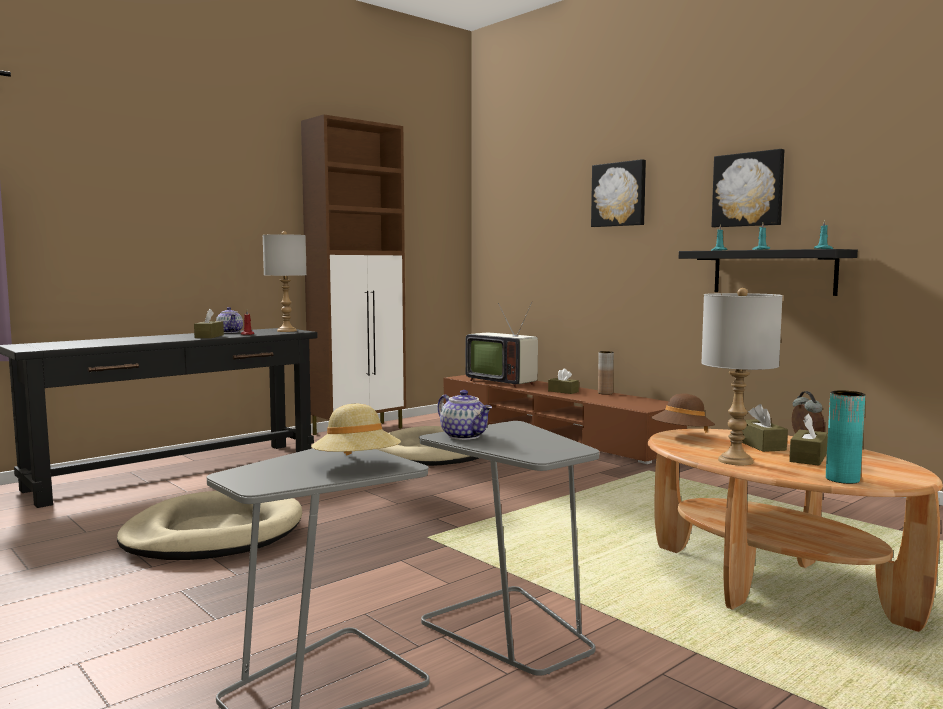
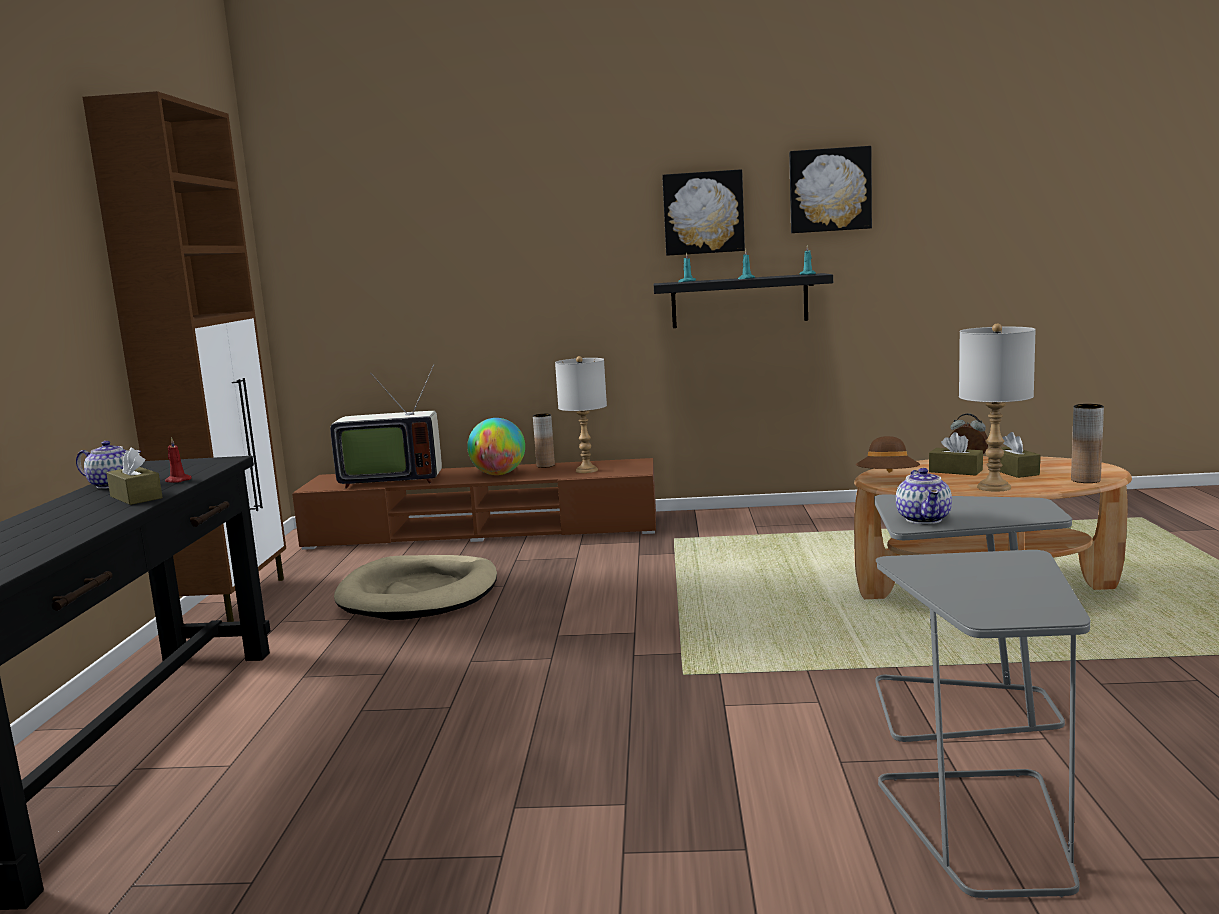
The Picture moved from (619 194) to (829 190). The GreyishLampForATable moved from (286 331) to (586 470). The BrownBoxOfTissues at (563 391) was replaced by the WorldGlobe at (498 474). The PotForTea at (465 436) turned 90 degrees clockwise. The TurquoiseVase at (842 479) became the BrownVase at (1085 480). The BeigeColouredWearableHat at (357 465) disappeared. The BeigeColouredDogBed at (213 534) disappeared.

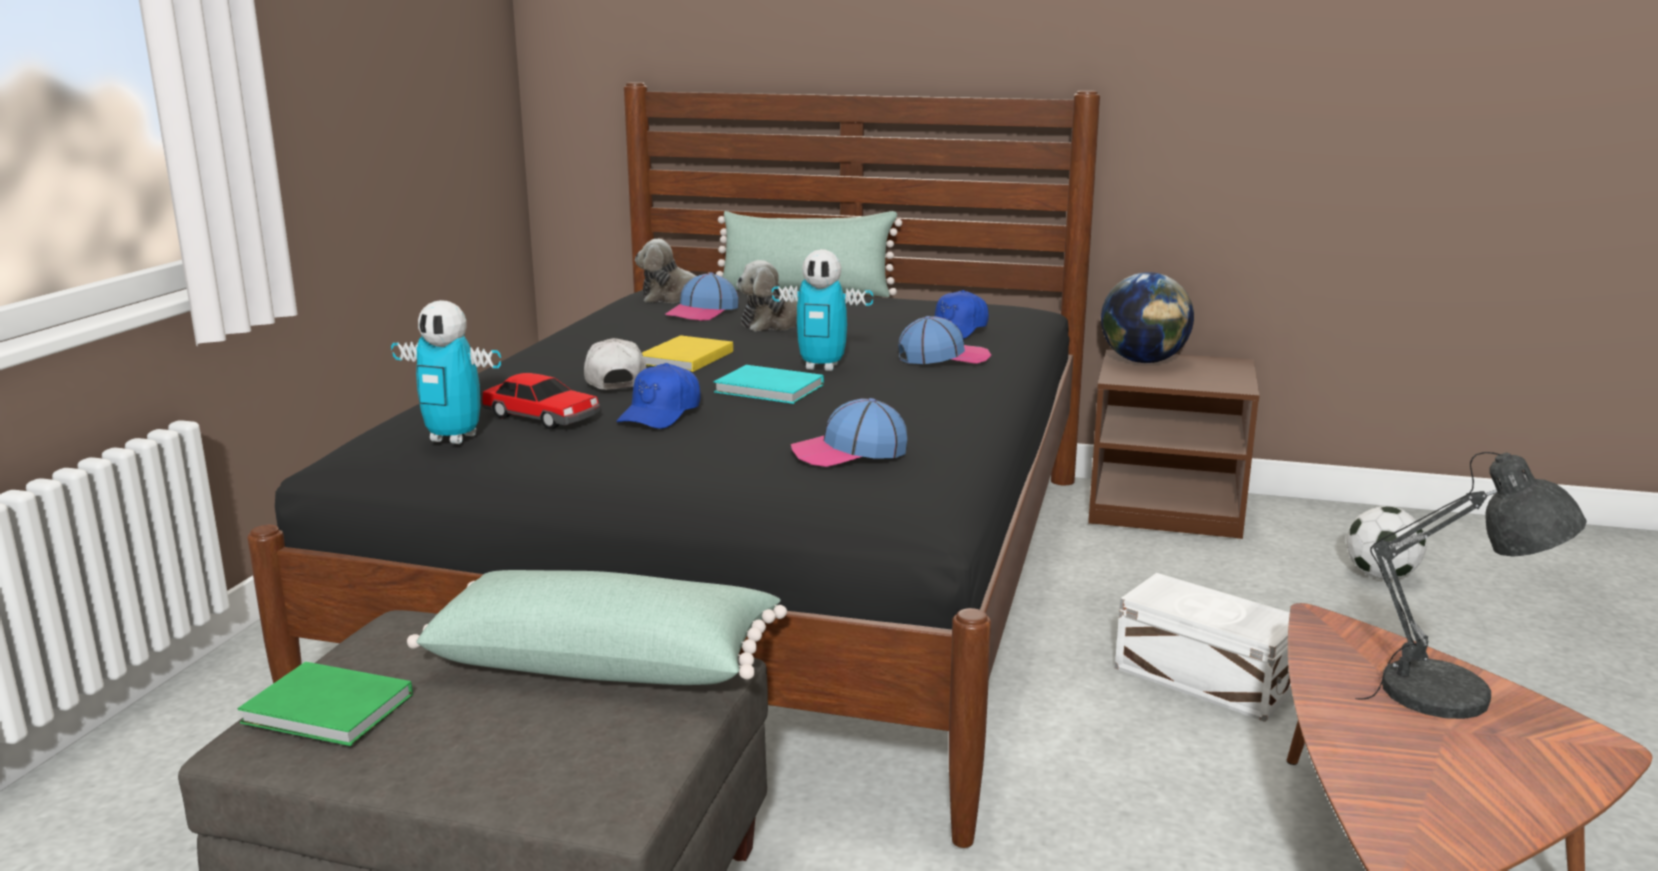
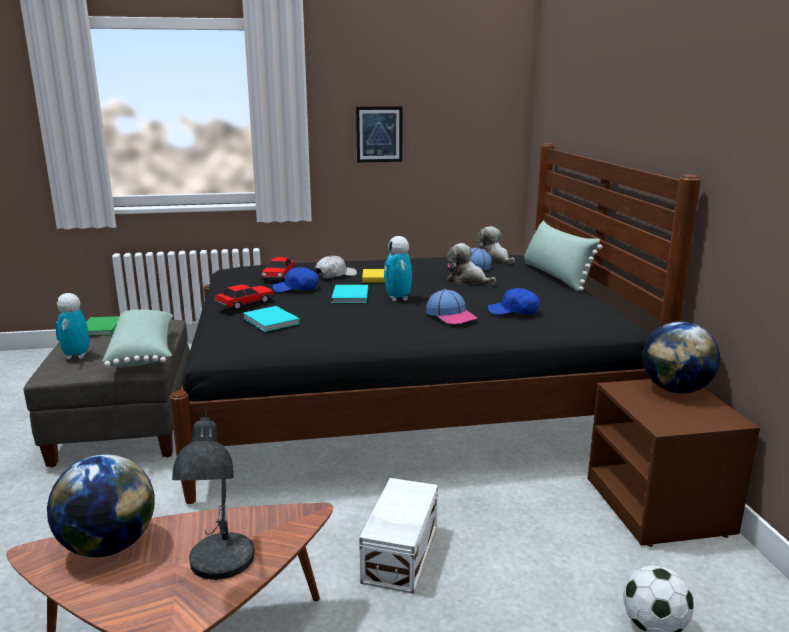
The ToyRobot moved from (454 438) to (76 356). The BaseballCap at (849 452) was replaced by the TurquoiseBoundBook at (271 322). The Picture at (379 134) appeared. The MiniatureCar at (245 304) appeared. The WorldGlobe at (108 546) appeared.

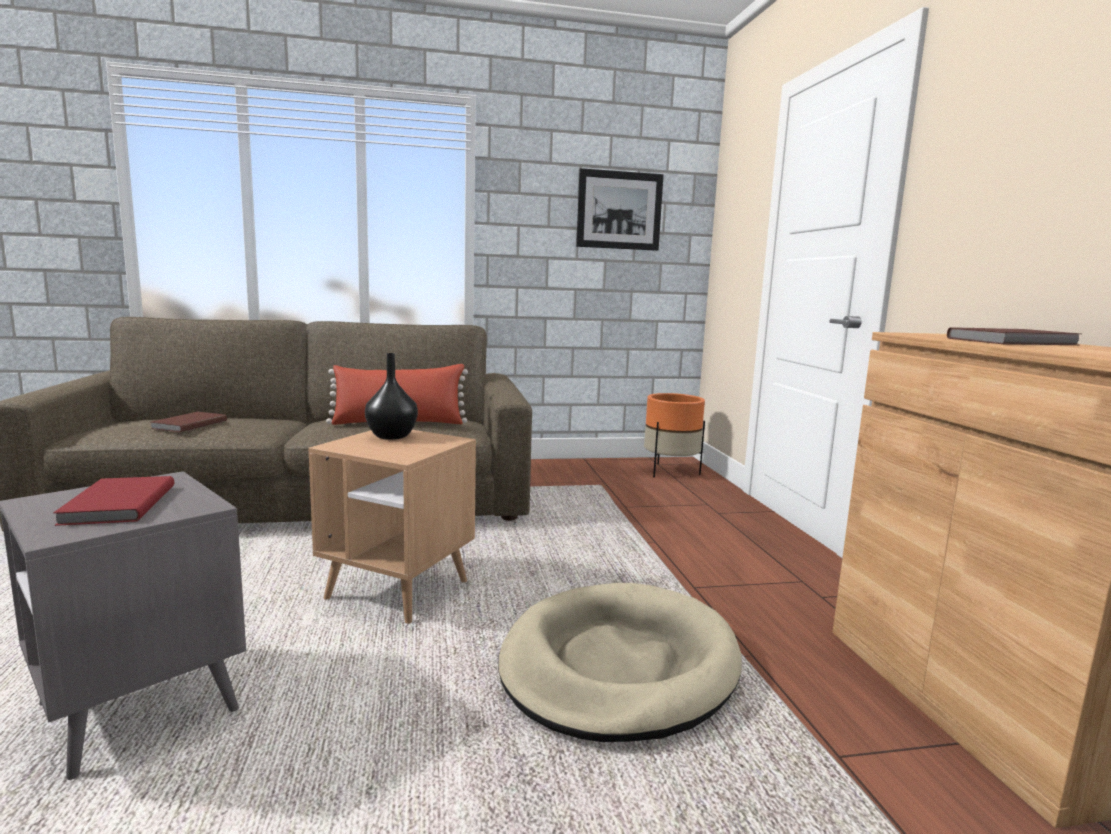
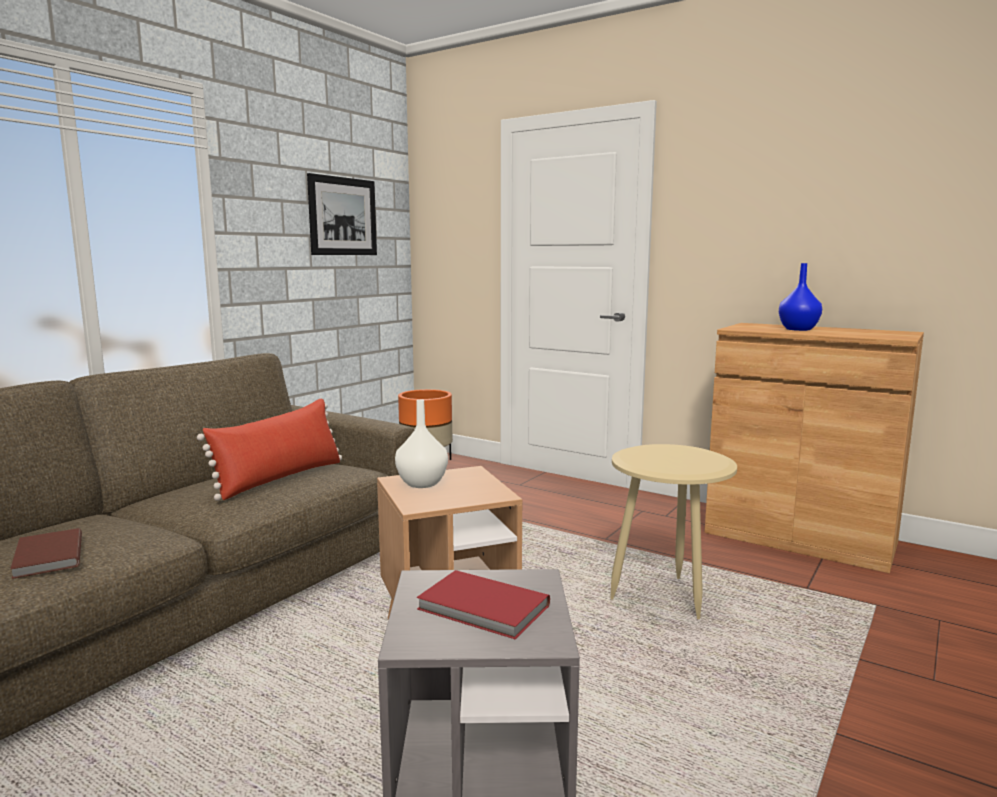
The BrownBoundBook at (1014 342) was replaced by the BluishVase at (799 329). The BlackishVase at (391 436) became the WhiteVase at (421 483). The BeigeColouredDogBed at (618 666) was replaced by the BeigeColouredAccentTable at (666 601).

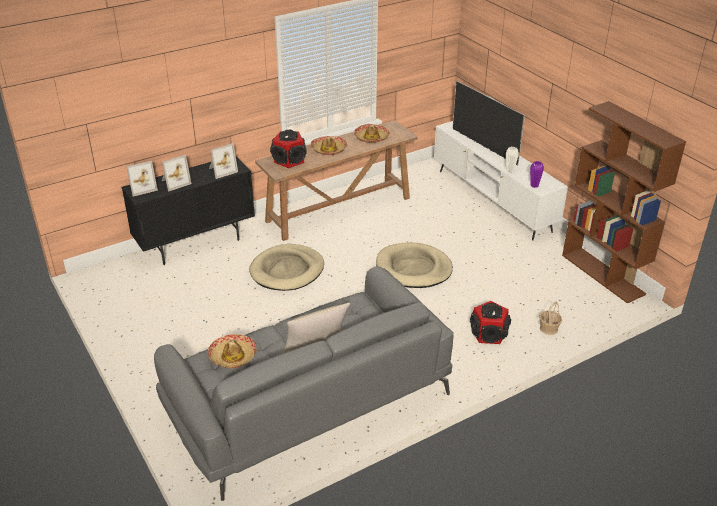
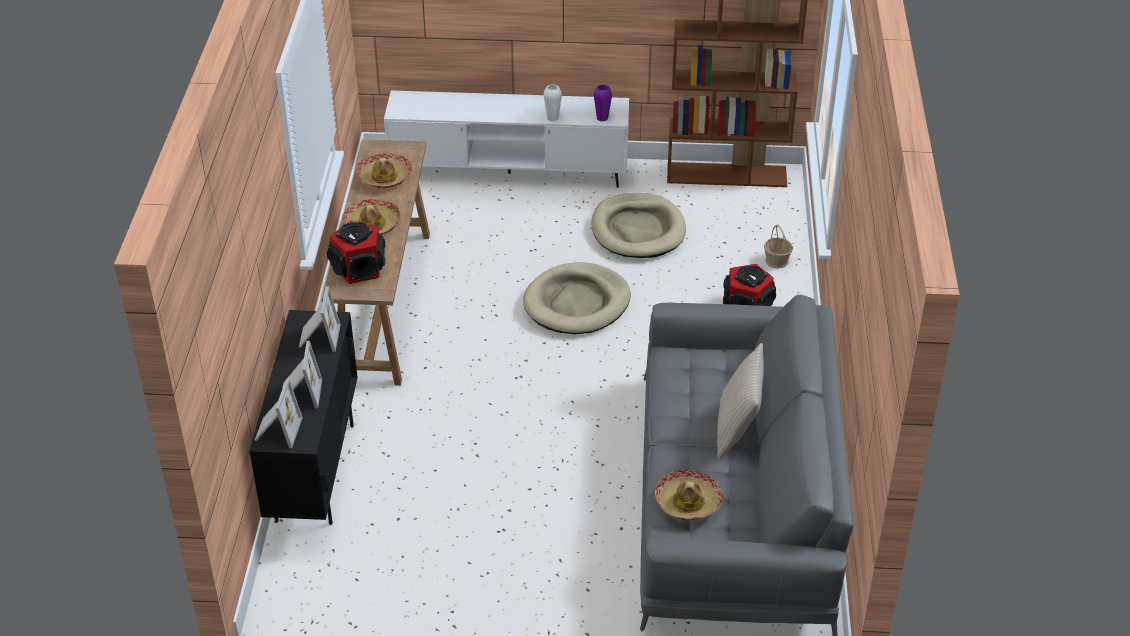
The TvSet at (484 146) disappeared. The BeigeColouredDogBed moved from (287 270) to (638 230).

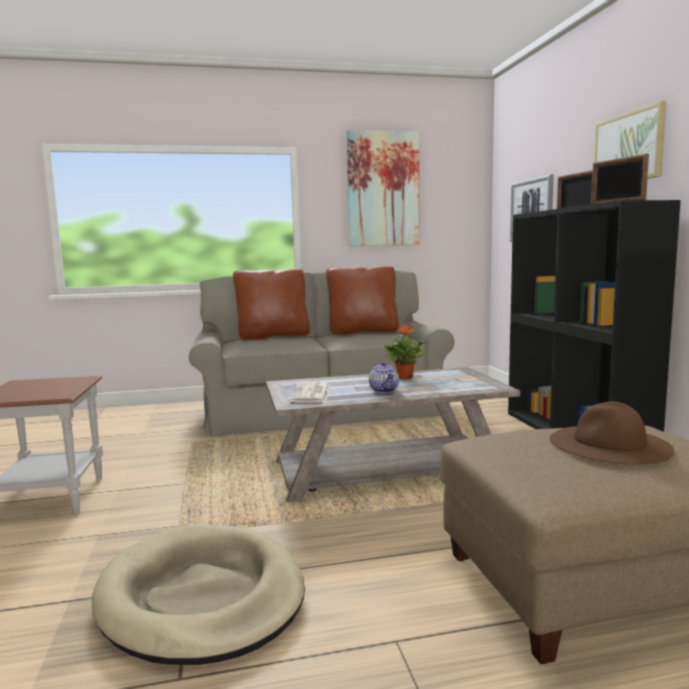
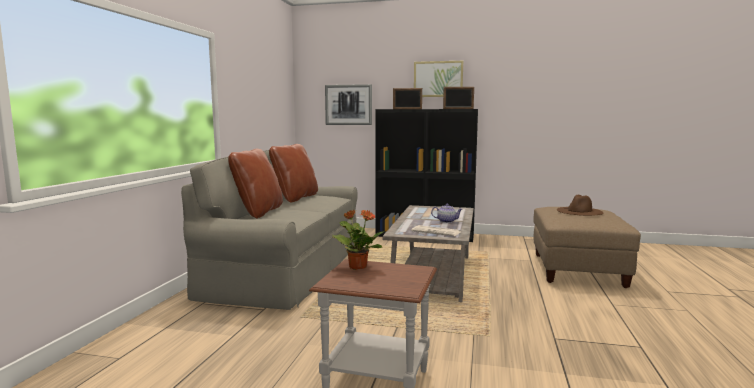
The Picture at (383 189) disappeared. The PlantInAPot moved from (405 377) to (357 266). The BeigeColouredDogBed at (202 598) disappeared.

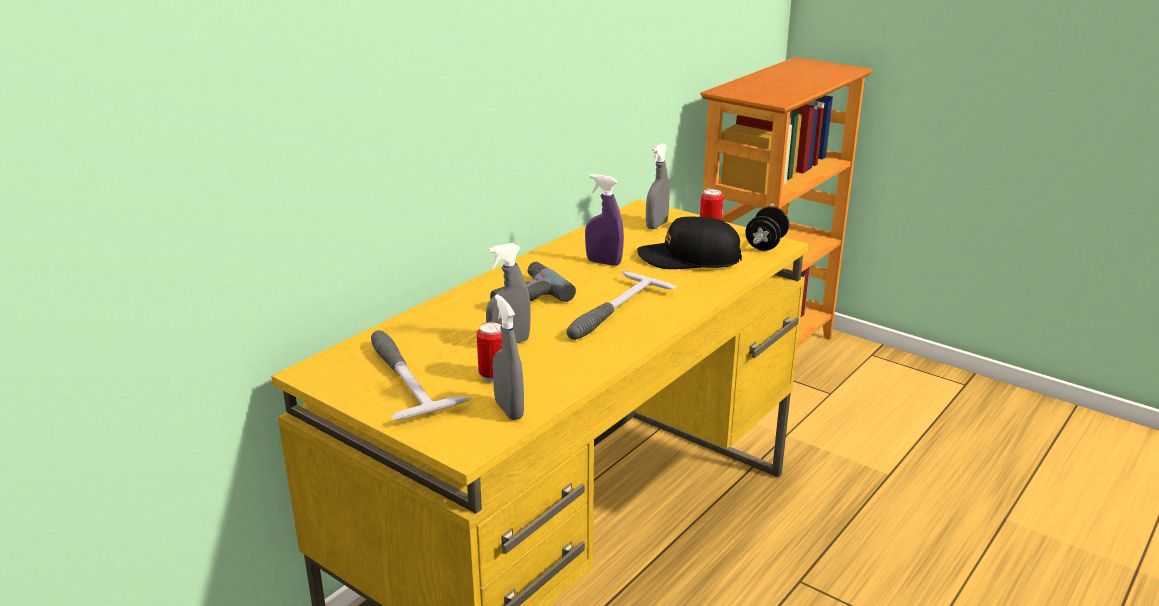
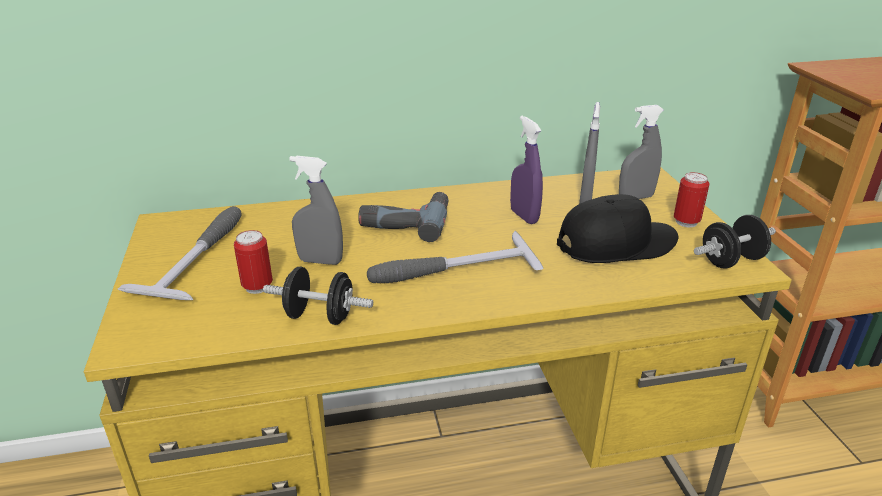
The BlackishBaseballCap at (689 258) turned 120 degrees clockwise. The GreyishHandSprayer moved from (509 410) to (585 199). The BlackishFreeWeight at (320 316) appeared.

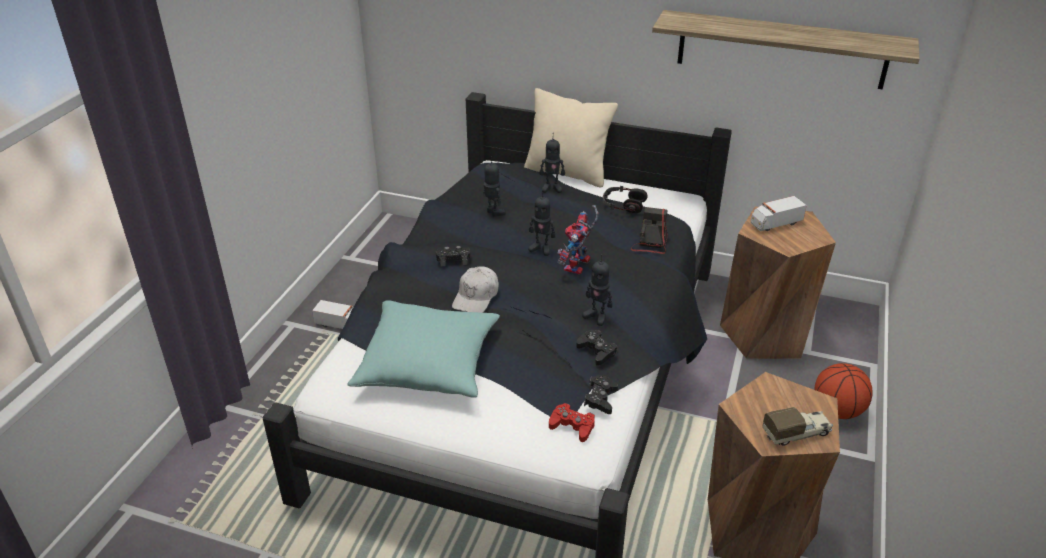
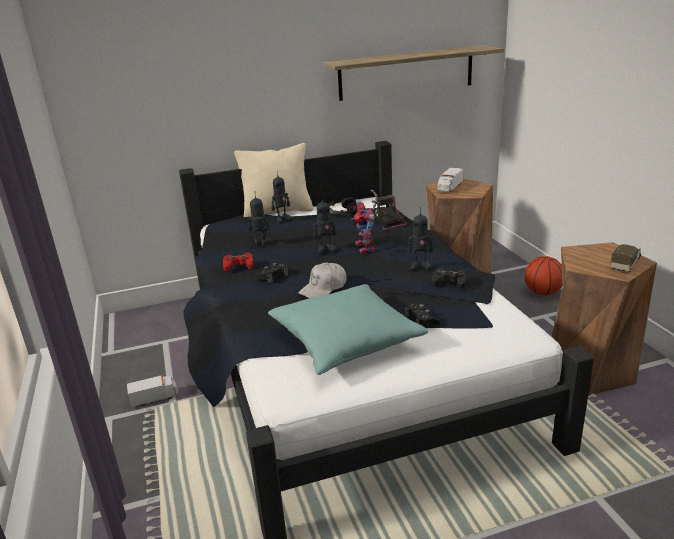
The WhiteBaseballCap at (476 297) turned 60 degrees clockwise. The BlackishGameController moved from (600 399) to (422 320). The ReddishGameController moved from (572 426) to (238 265).

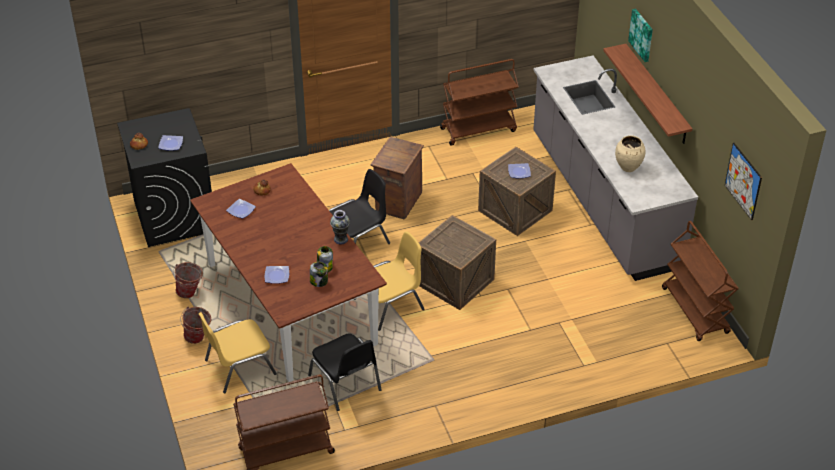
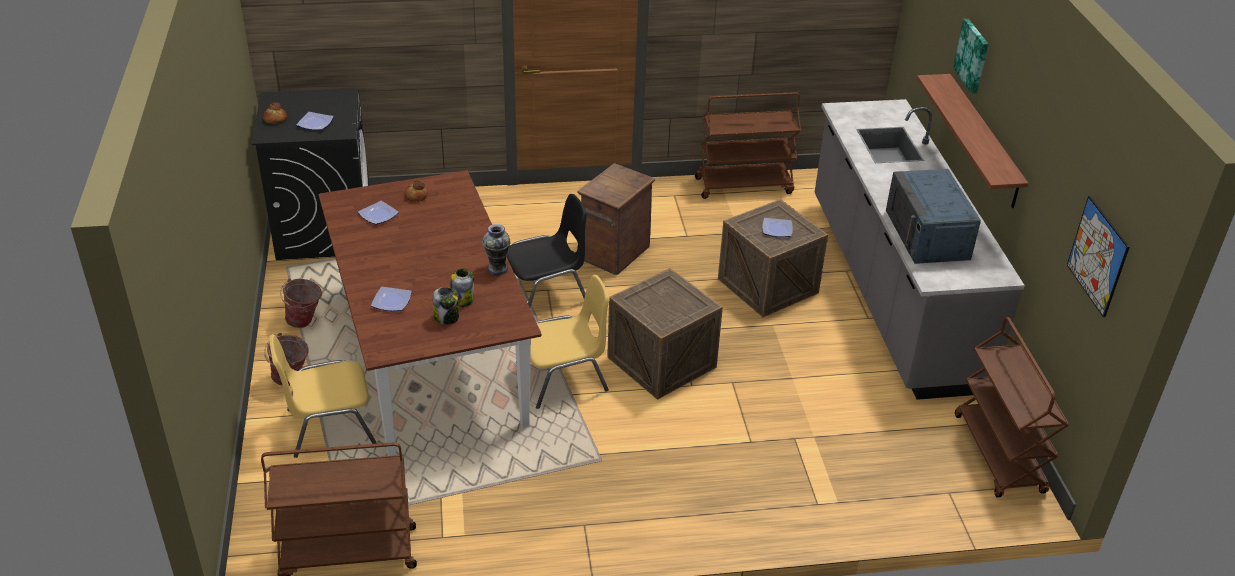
The BeigeColouredVase at (628 168) was replaced by the BluishMicrowaveOven at (927 235). The BlackishChair at (345 383) disappeared.

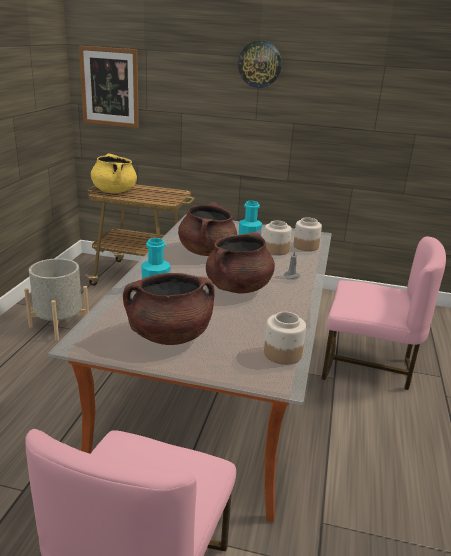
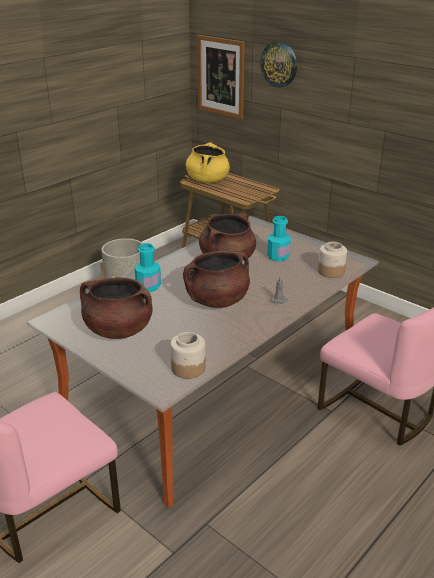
The HangingClock moved from (260 64) to (279 64). The Jar at (275 250) disappeared.

